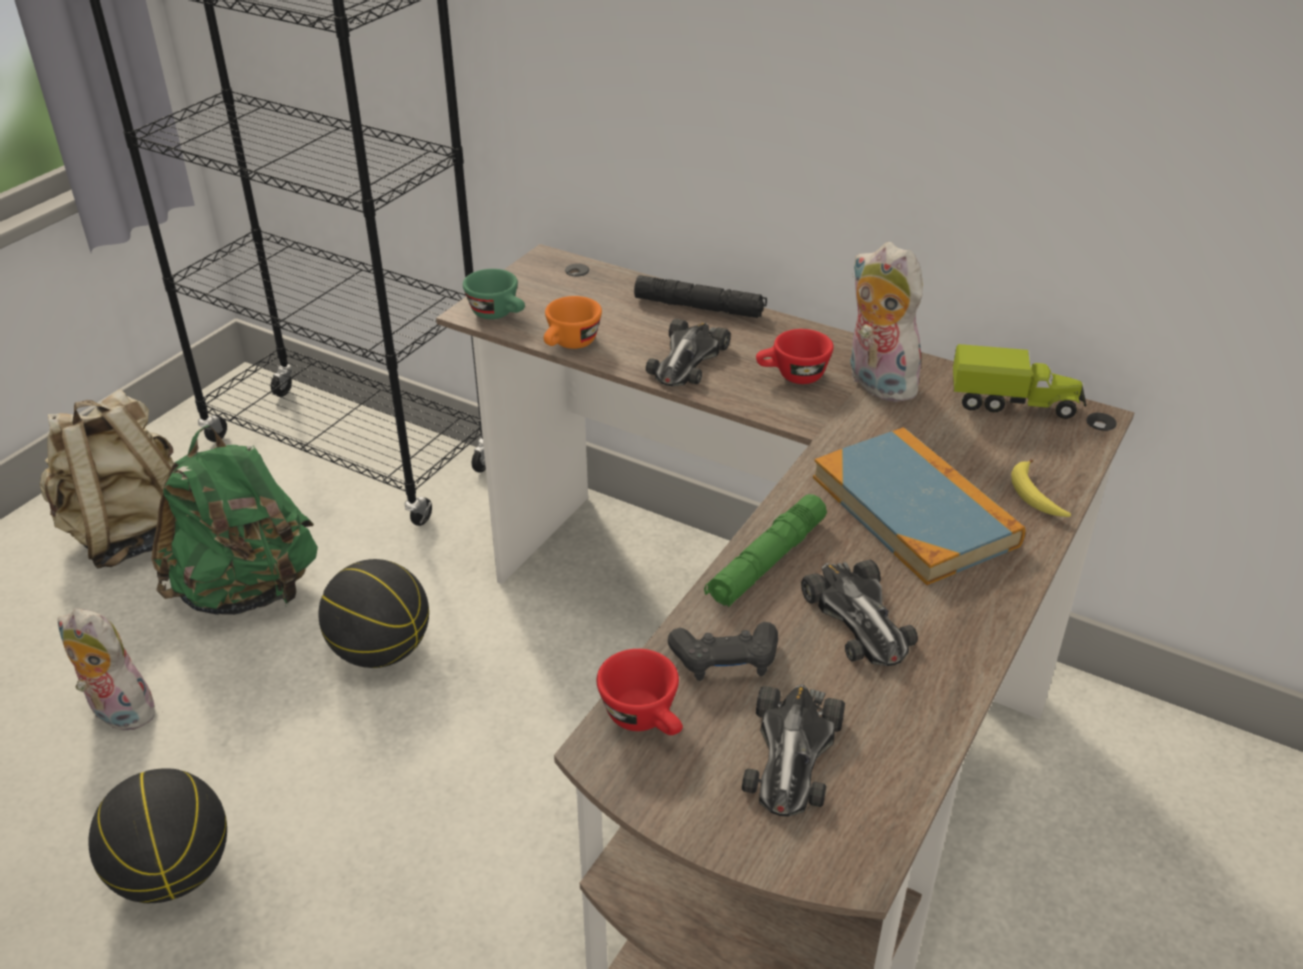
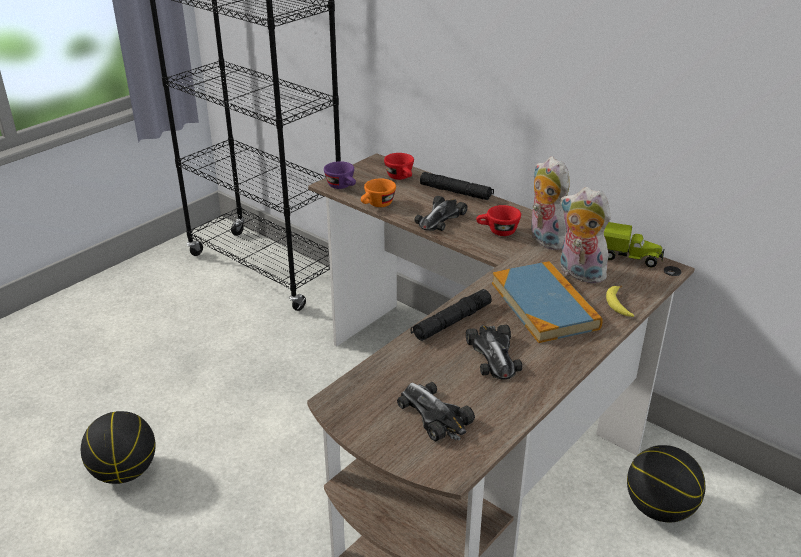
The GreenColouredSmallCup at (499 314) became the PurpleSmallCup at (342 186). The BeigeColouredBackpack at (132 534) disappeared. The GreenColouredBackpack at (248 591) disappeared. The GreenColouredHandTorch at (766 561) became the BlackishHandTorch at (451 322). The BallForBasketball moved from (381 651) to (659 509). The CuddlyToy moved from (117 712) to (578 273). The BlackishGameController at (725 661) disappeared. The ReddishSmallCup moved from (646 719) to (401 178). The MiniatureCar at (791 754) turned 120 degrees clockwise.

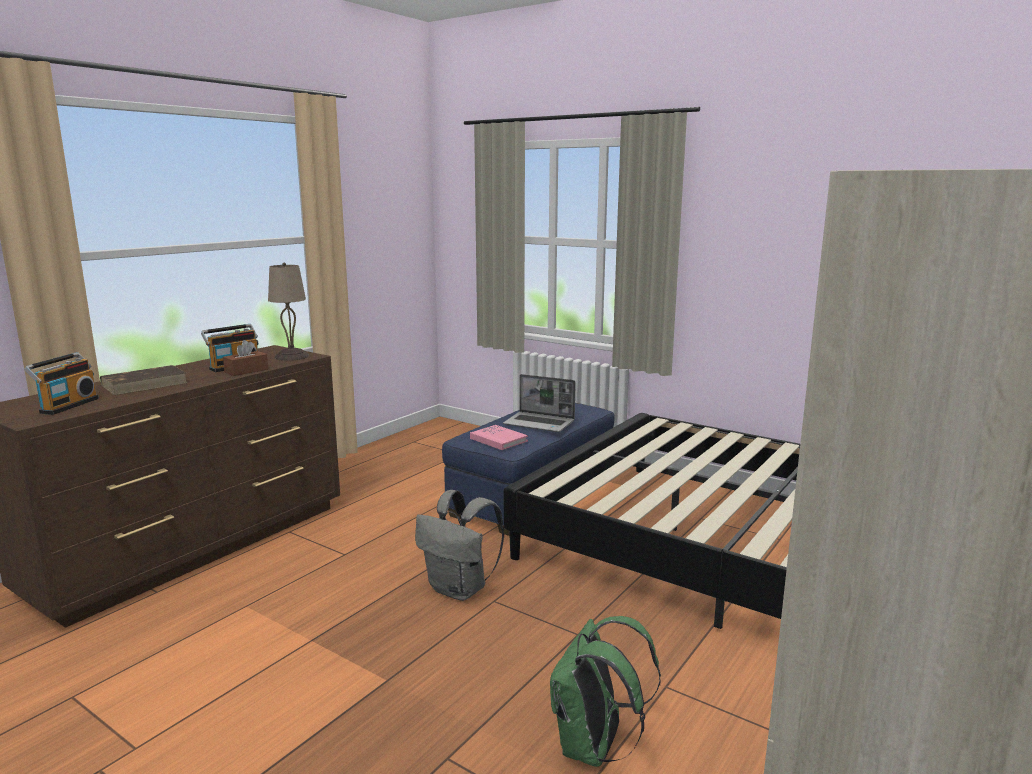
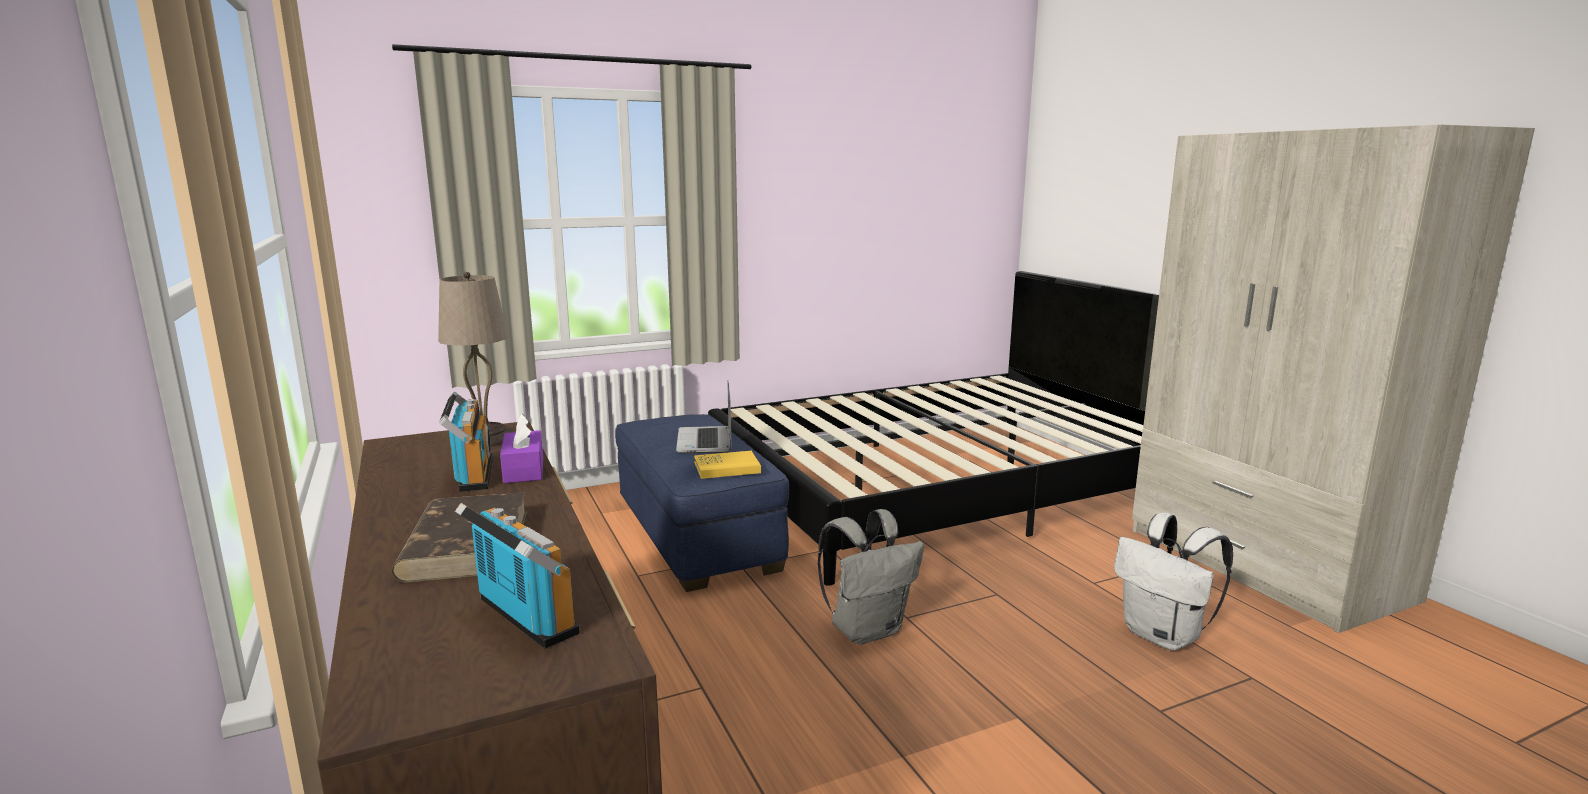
The BrownBoxOfTissues at (246 371) became the PurpleBoxOfTissues at (524 469). The Laptop at (540 423) turned 120 degrees clockwise. The PinkishBoundBook at (498 440) became the YellowishBoundBook at (727 468). The GreenColouredBackpack at (594 748) became the WhiteBackpack at (1164 636).

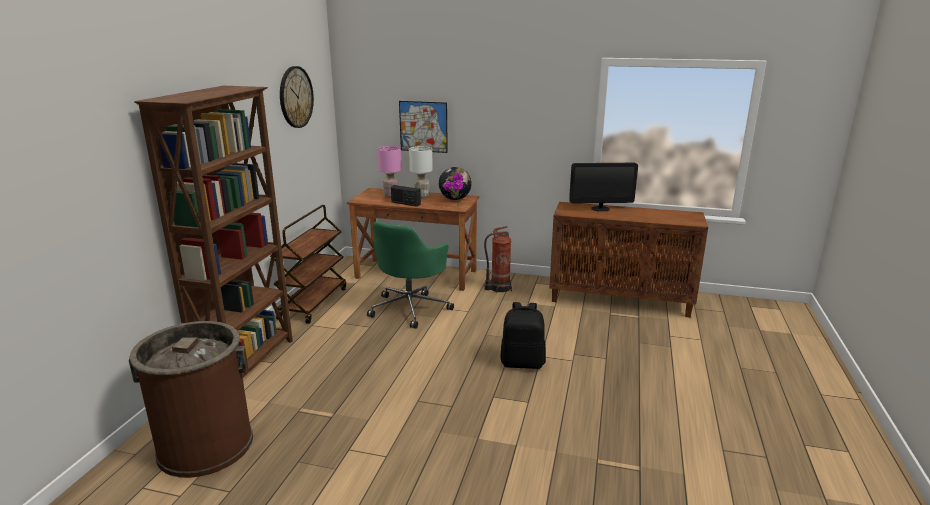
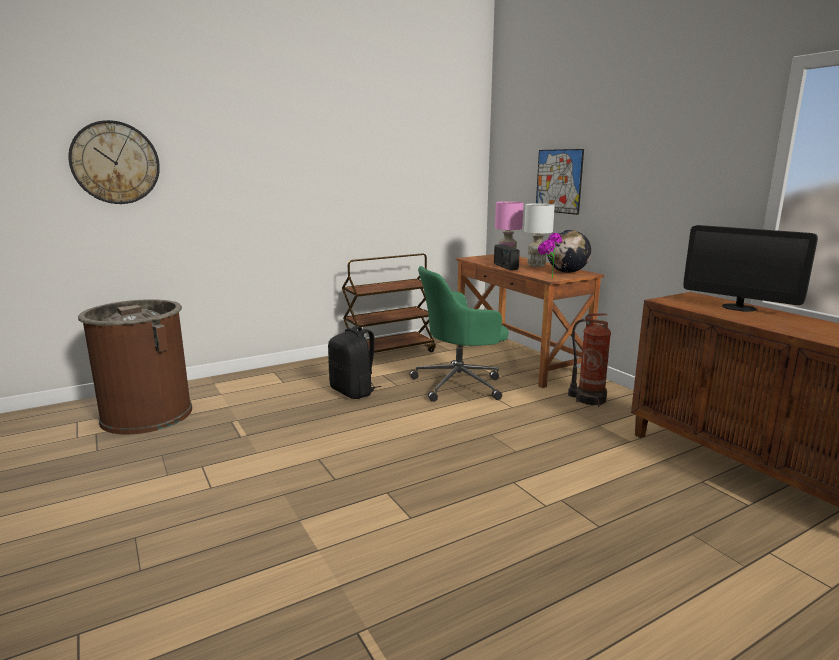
The HangingClock moved from (295 97) to (115 163). The BrownShelvingUnit at (248 363) disappeared. The BlackishBackpack moved from (523 363) to (354 392).

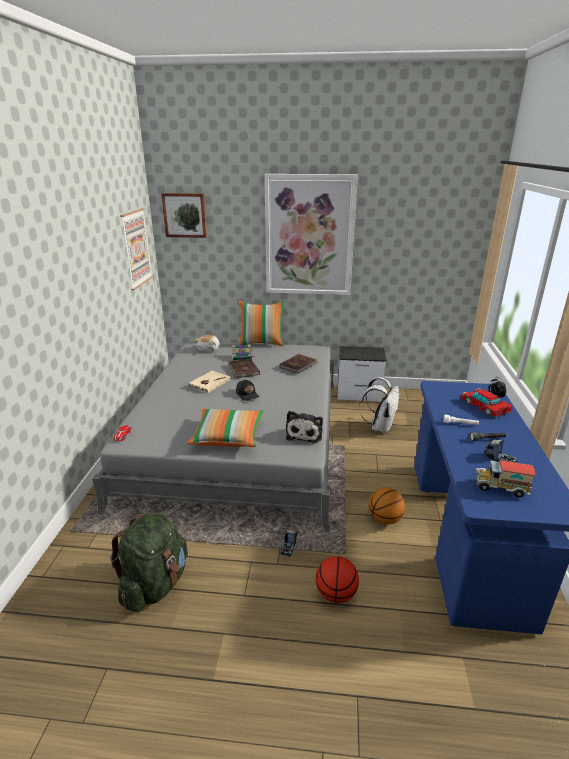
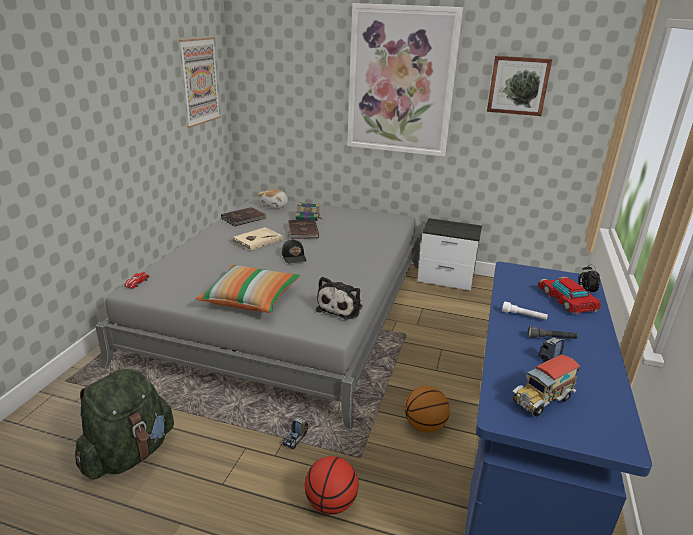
The Picture moved from (185 215) to (518 85). The ThrowPillow at (261 343) disappeared. The BrownBoundBook moved from (299 365) to (244 218). The WhiteBackpack at (380 427) disappeared. The ToyTruck at (500 488) turned 60 degrees counterclockwise.

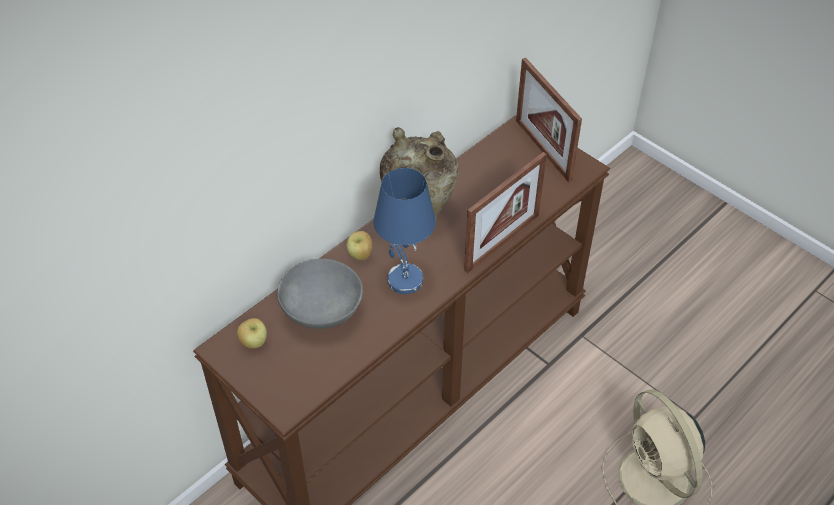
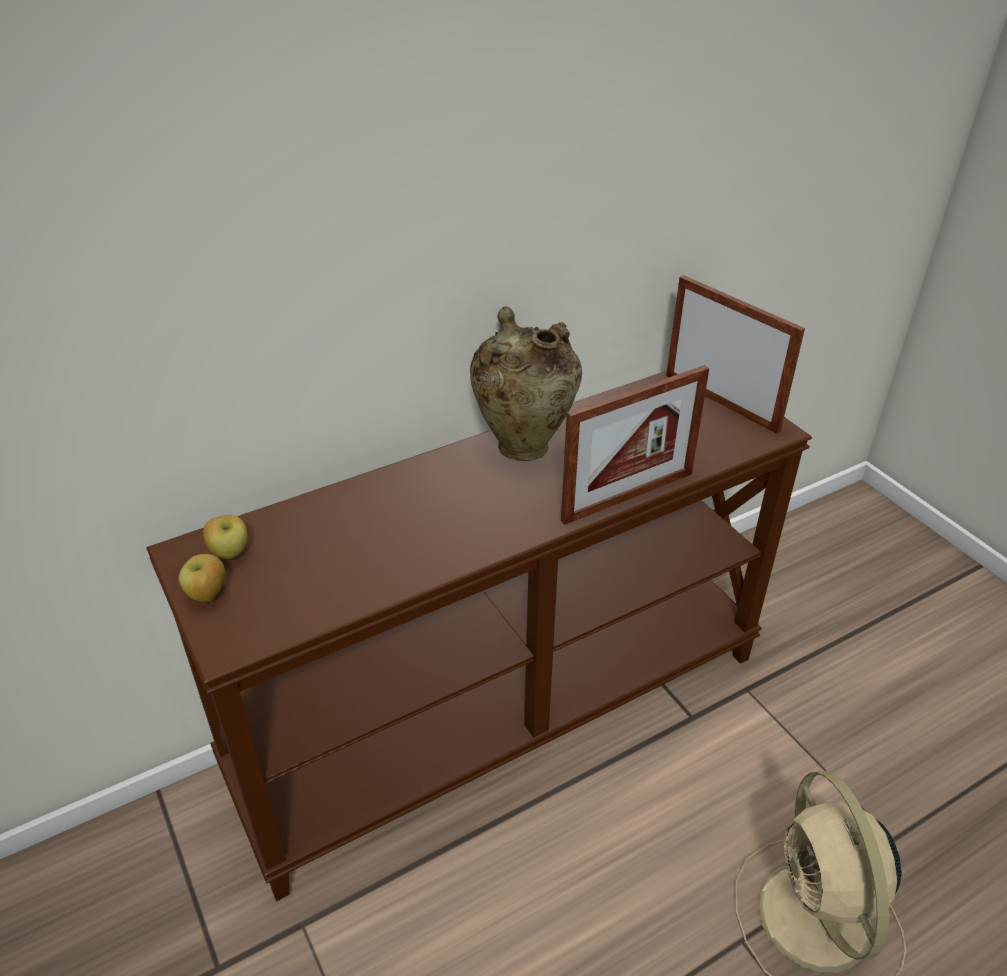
The PhotoFrame at (543 150) turned 150 degrees clockwise. The BluishLampForATable at (404 280) disappeared. The WholeApple moved from (360 255) to (207 595). The GreyishBowl at (322 311) disappeared.

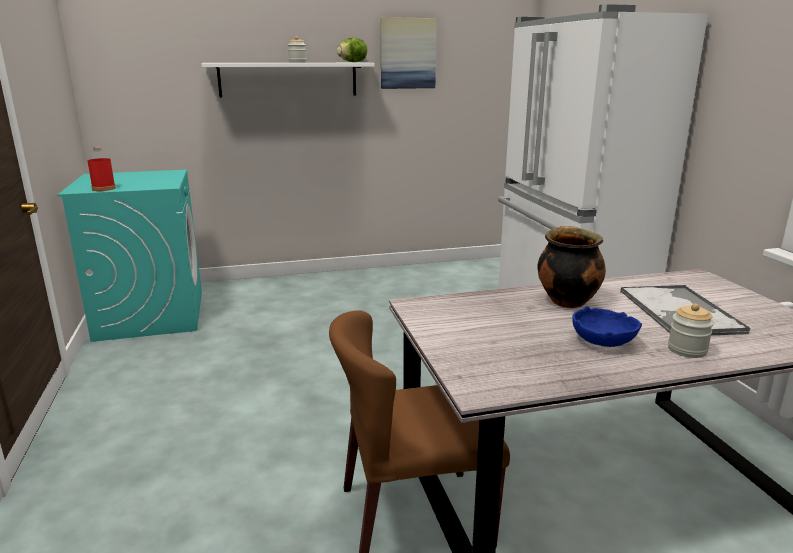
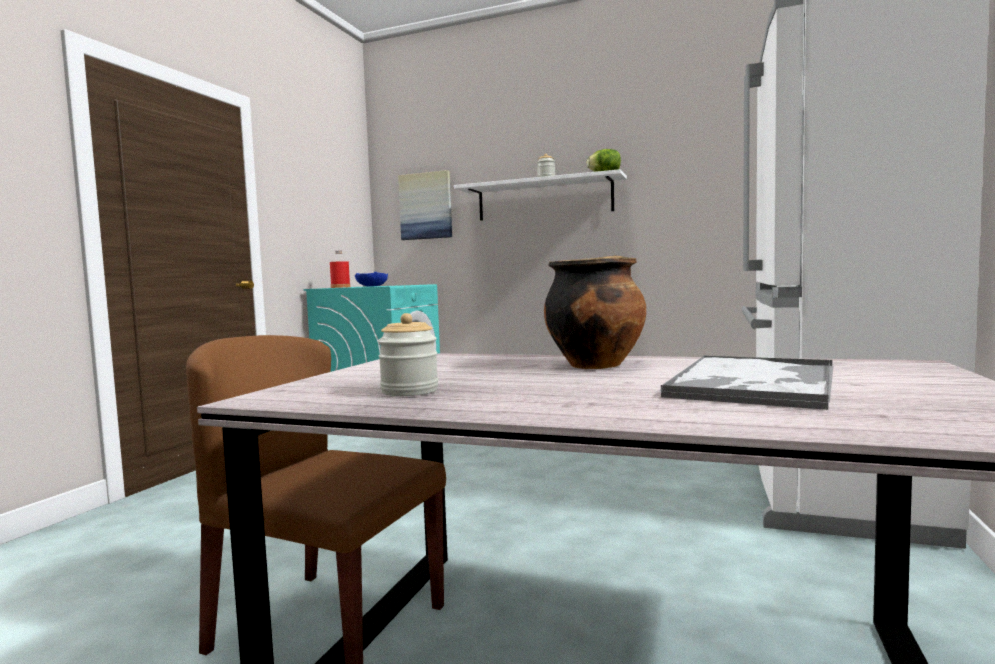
The Picture moved from (407 53) to (426 206). The Jar moved from (687 350) to (409 391). The BluishBowl moved from (602 341) to (372 286).

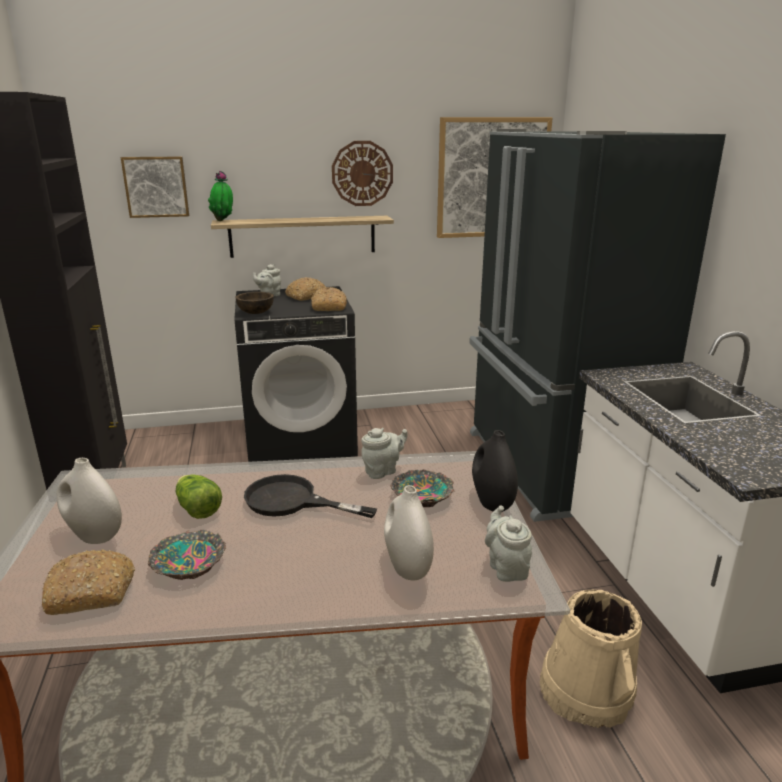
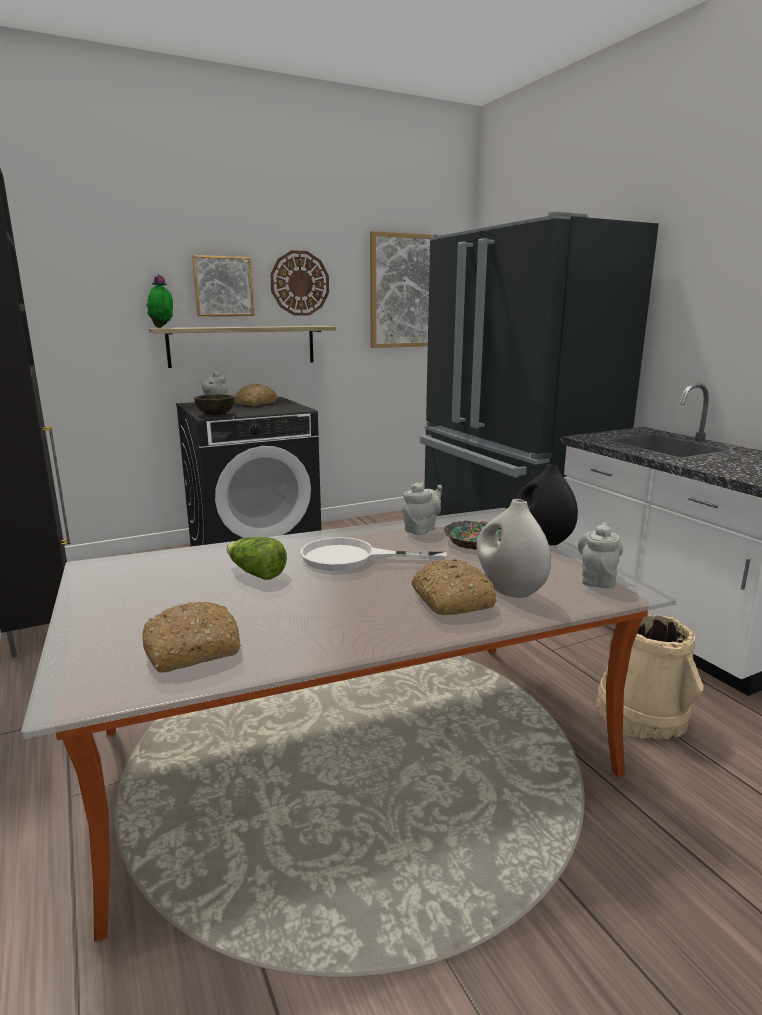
The Picture moved from (156 187) to (223 286). The Bread moved from (328 307) to (450 600). The WhiteVase at (94 536) disappeared. The BlackishSkillet at (292 501) became the WhiteSkillet at (352 558). The GreyishPotForTea at (506 567) turned 45 degrees clockwise. The Bowl at (188 562) disappeared.

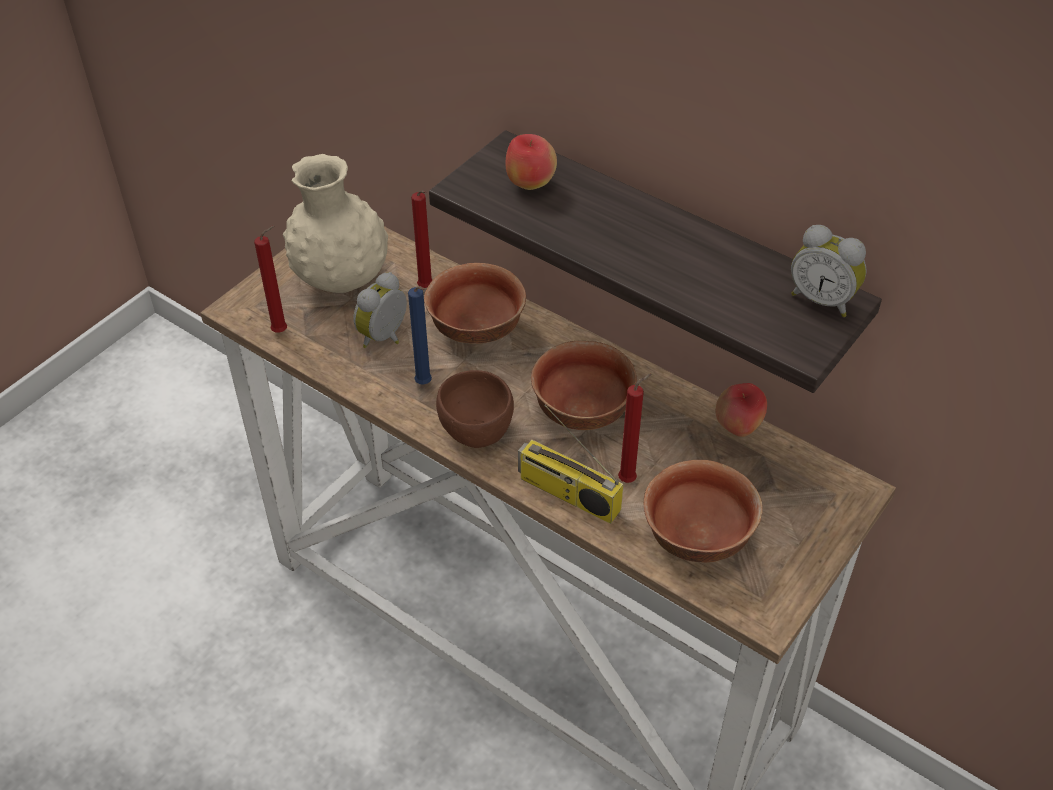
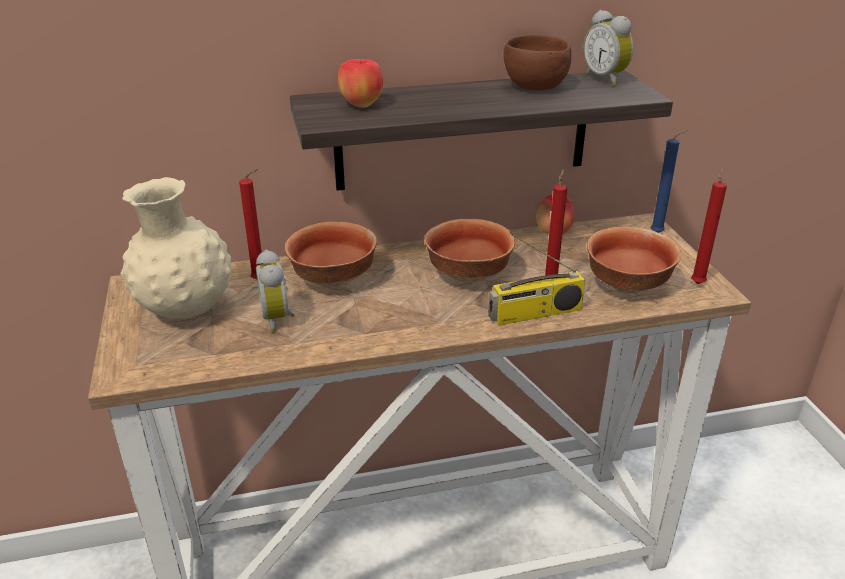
The TableClock at (822 299) turned 75 degrees clockwise. The ReddishCandle moved from (282 331) to (698 282). The BluishCandle moved from (425 385) to (659 233). The BrownBowl moved from (475 432) to (535 87).

